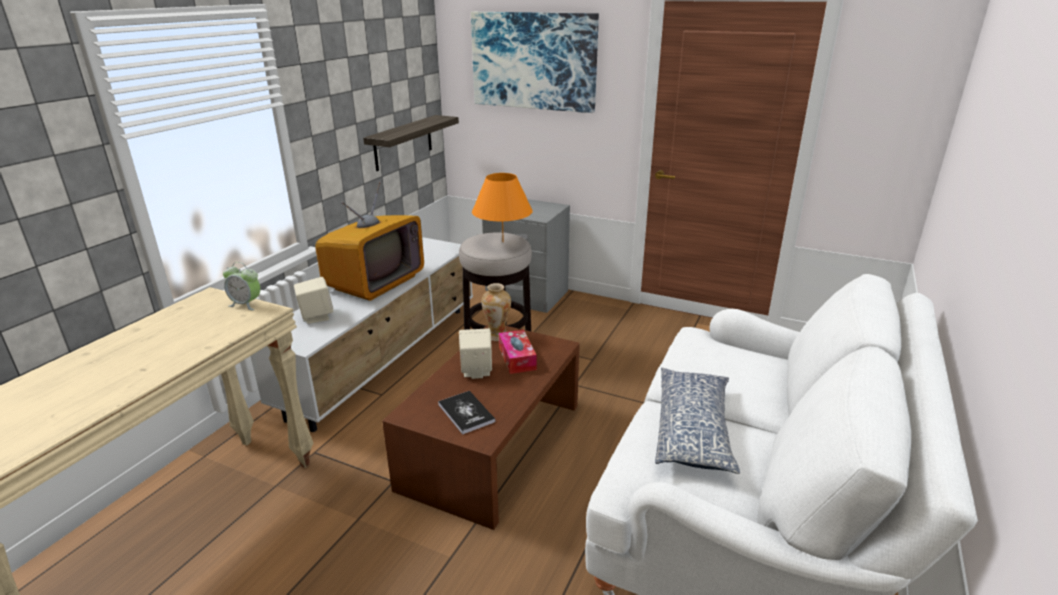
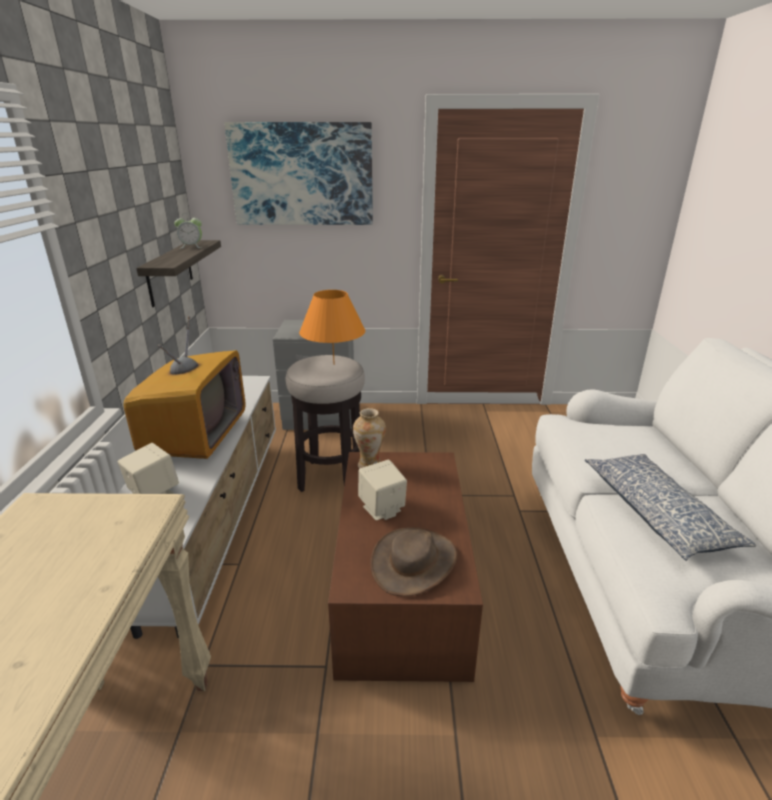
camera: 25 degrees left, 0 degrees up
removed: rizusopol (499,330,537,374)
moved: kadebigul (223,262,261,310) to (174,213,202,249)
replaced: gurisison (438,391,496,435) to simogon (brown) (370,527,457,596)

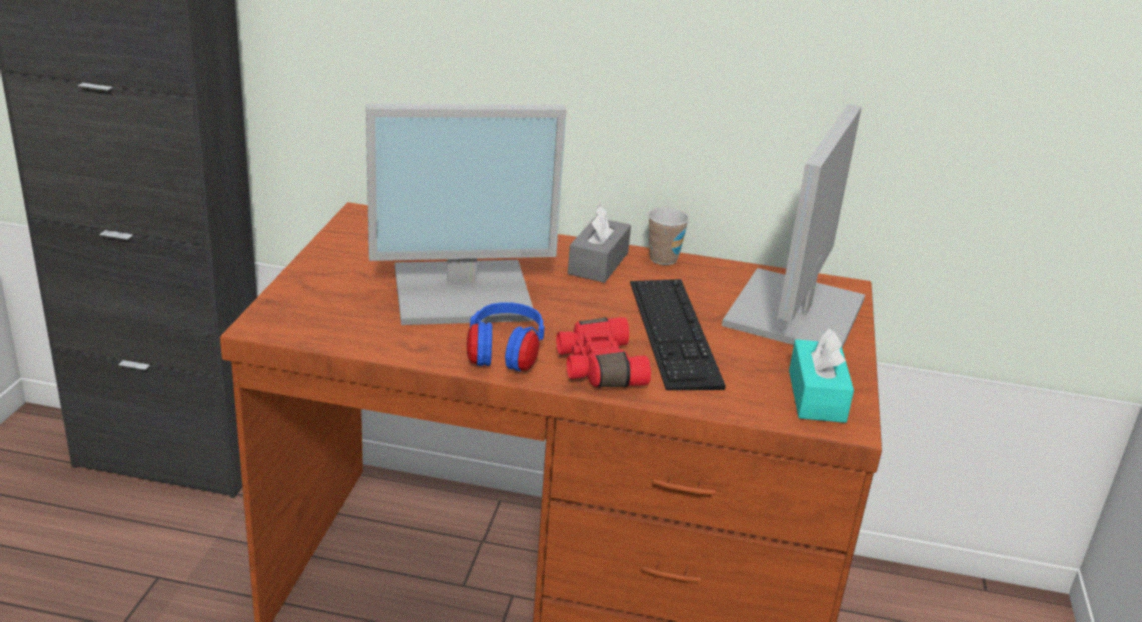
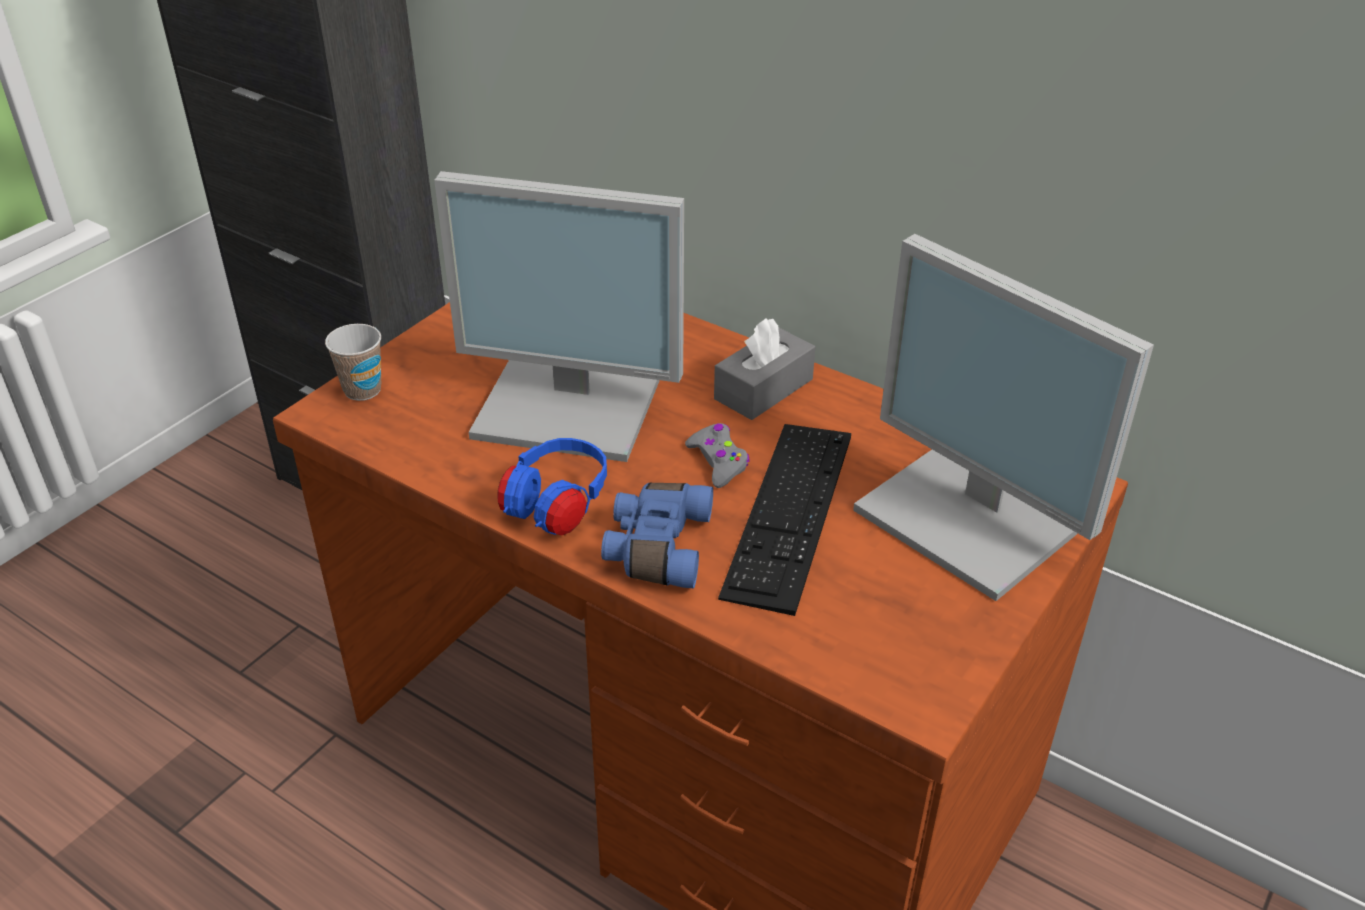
camera: 25 degrees right, 10 degrees up
removed: rizusopol (turquoise) (789,328,854,423)
added: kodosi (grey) (685,423,750,488)
moved: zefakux (648,207,690,265) to (325,324,381,401)
recoloured: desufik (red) (556,317,651,387) to desufik (blue) (601,483,713,588)
turned: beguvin (722,105,865,348) = (853,234,1154,601) 90 degrees counterclockwise

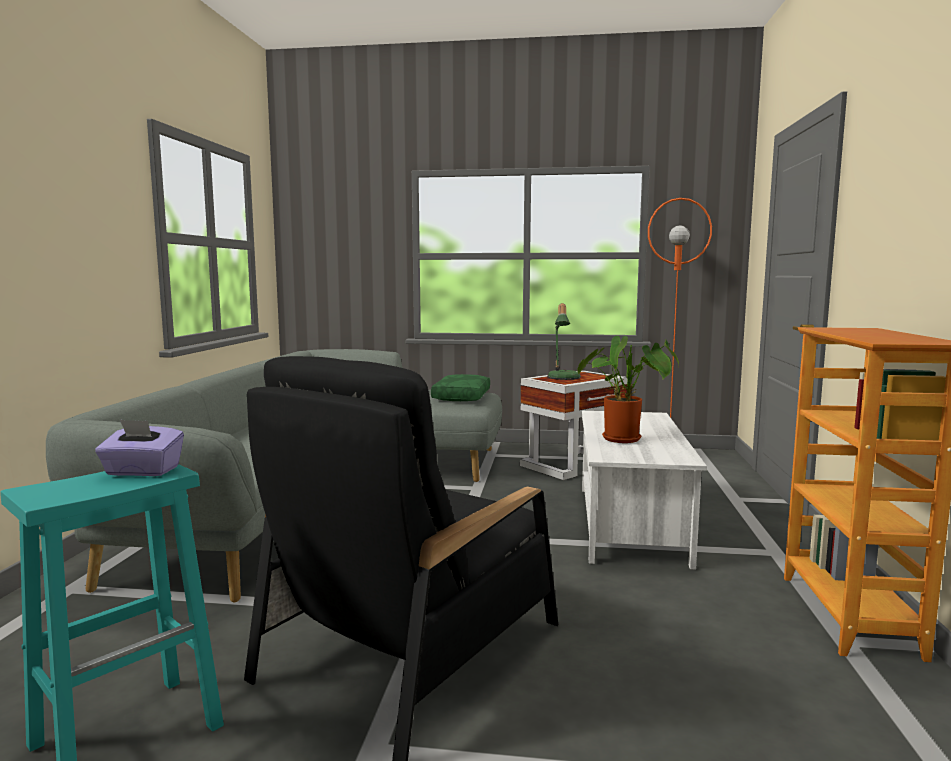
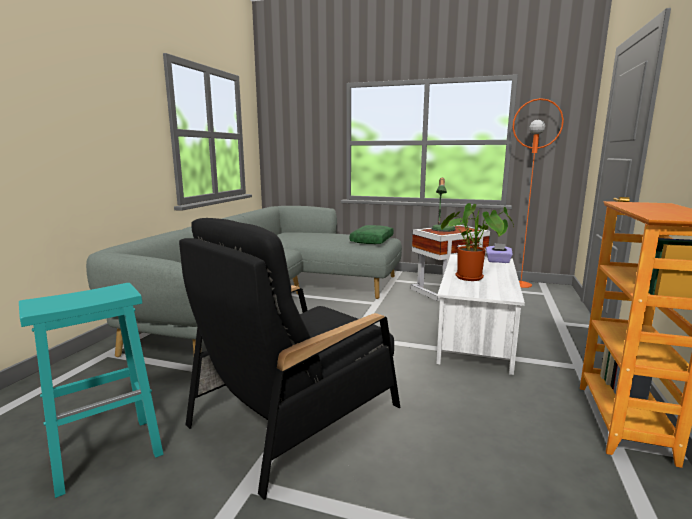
camera: 10 degrees right, 5 degrees up
moved: rizusopol (purple) (95,420,184,476) to (486,243,513,263)

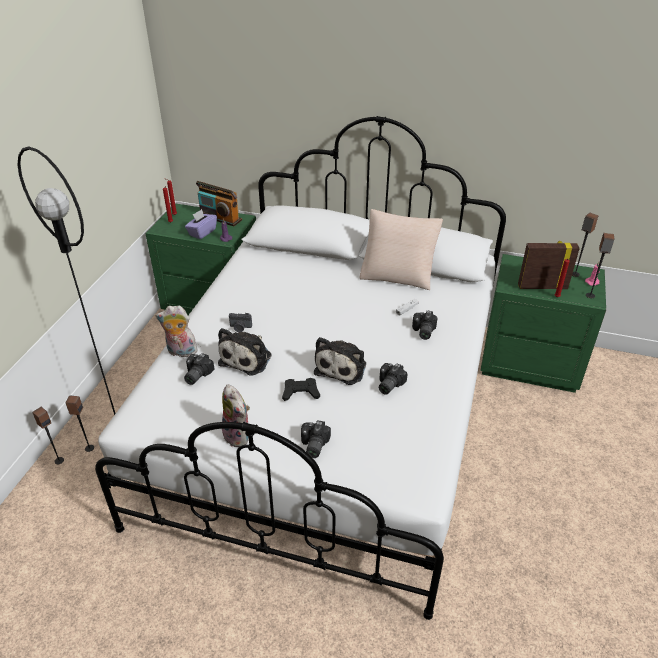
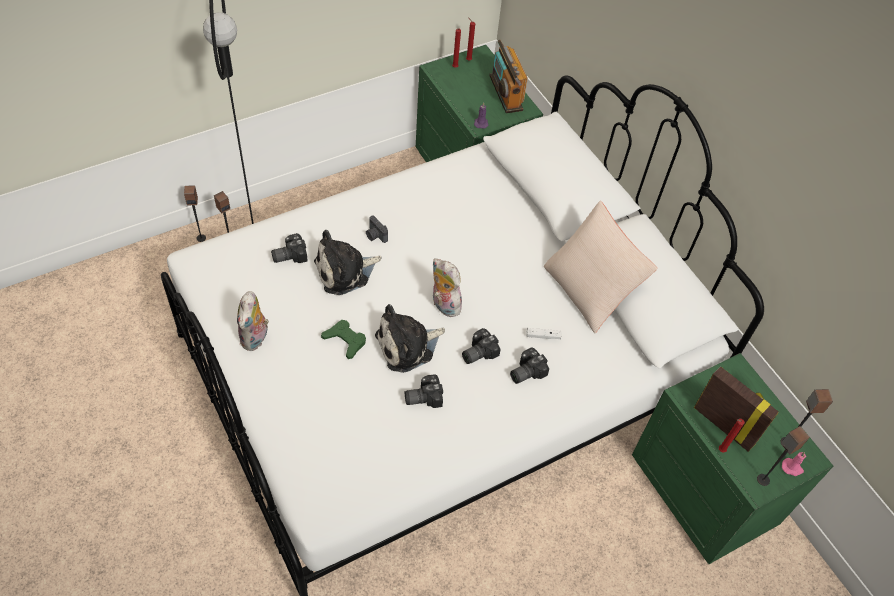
camera: 40 degrees right, 15 degrees up
removed: rizusopol (purple) (185,209,217,239)
moved: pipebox (156,306,199,357) to (433,258,465,317); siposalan (301,420,331,458) to (462,328,501,364)
recoloured: kodosi (black) (282,378,320,401) to kodosi (green) (321,320,366,359)

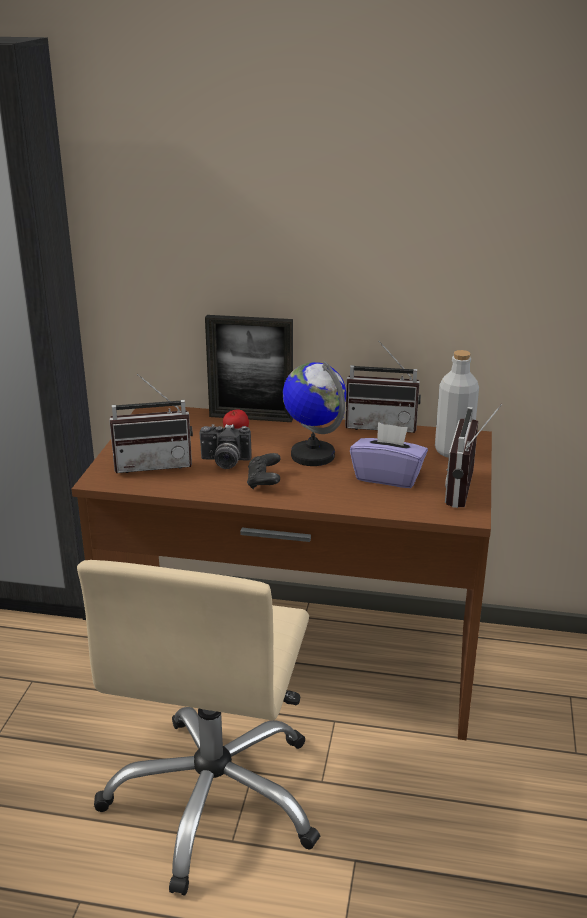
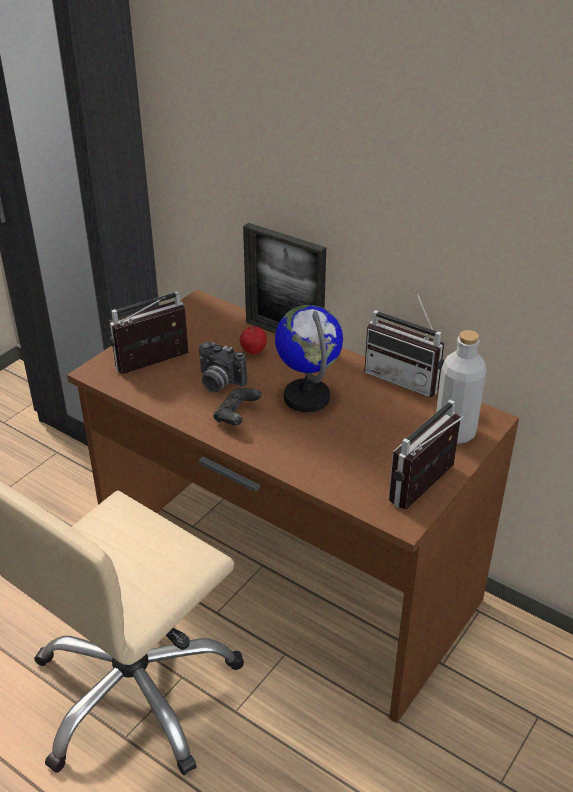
camera: 25 degrees right, 10 degrees up
removed: rizusopol (purple) (350,422,428,488)
turned: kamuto (109,374,193,473) = (109,291,189,374) 135 degrees clockwise

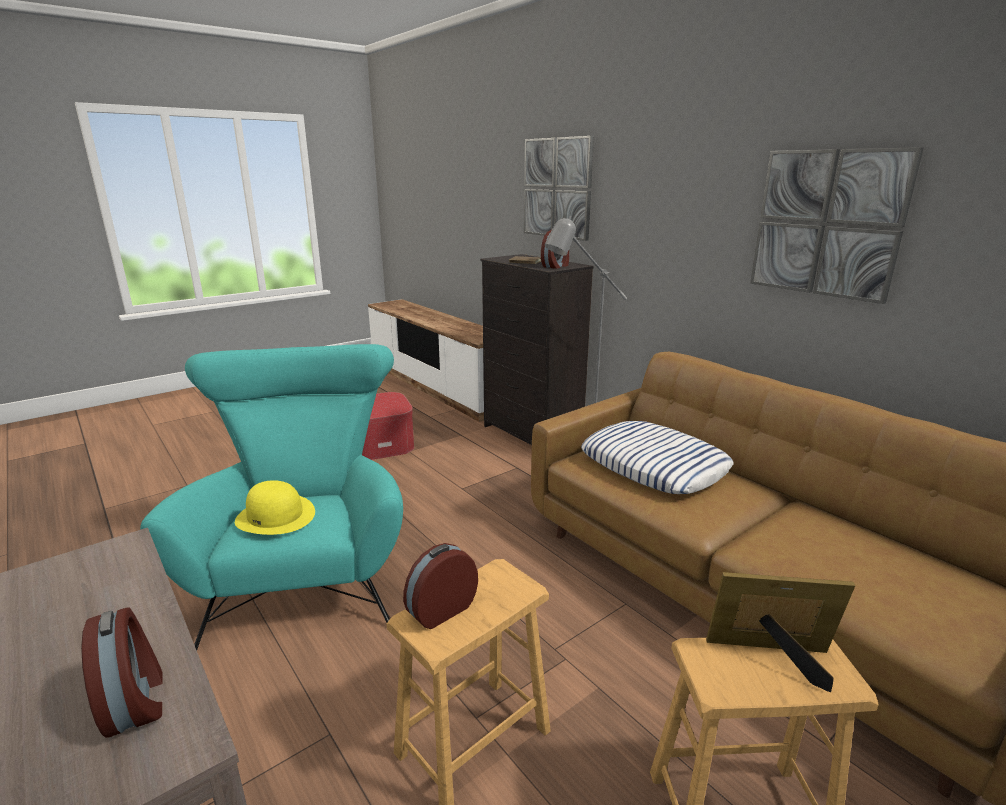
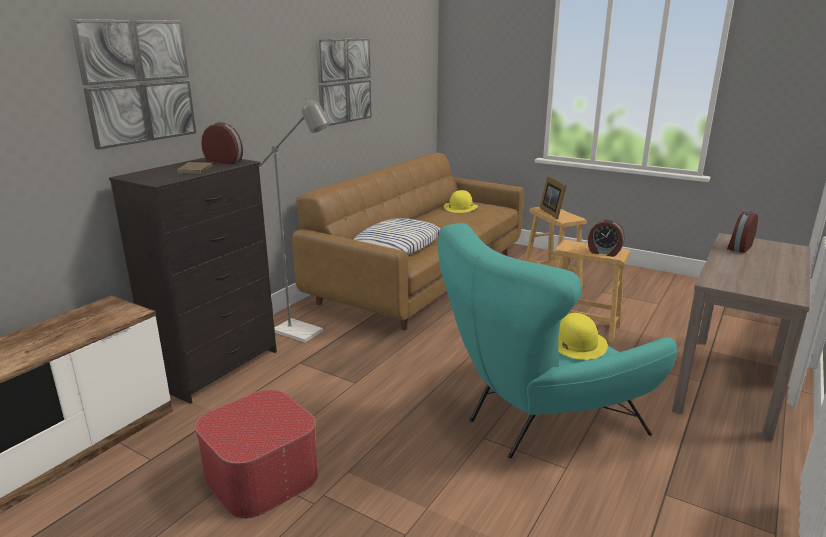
camera: 110 degrees left, 0 degrees up
added: simogon (yellow) (444,190,478,213)

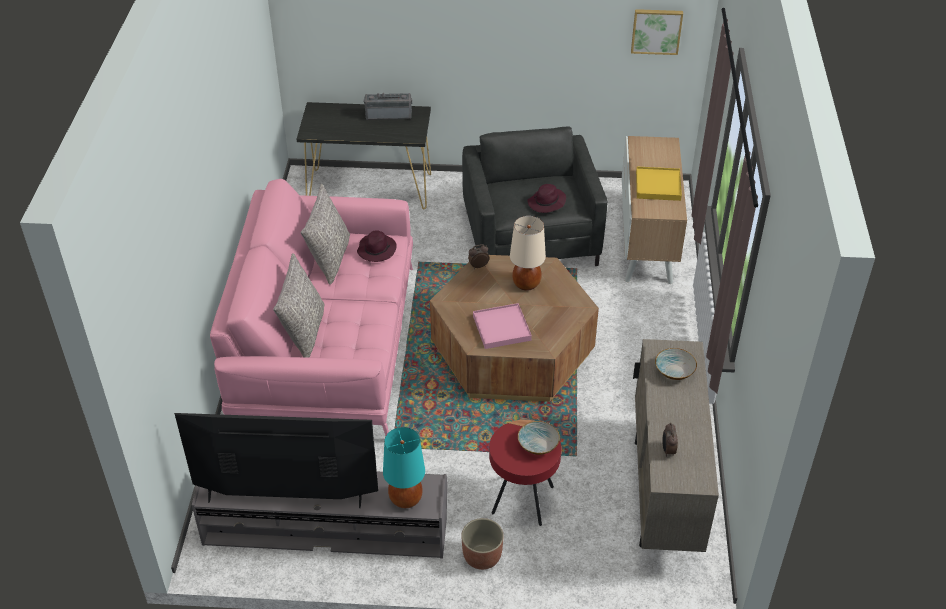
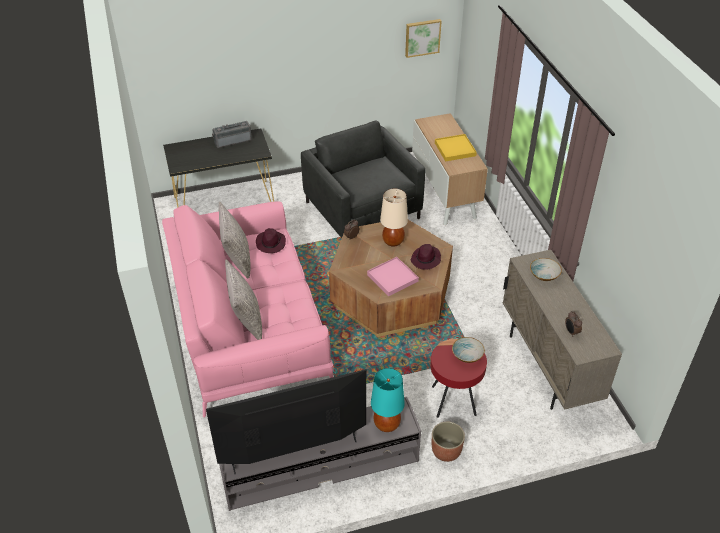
camera: 20 degrees left, 0 degrees up
moved: simogon (purple) (527,184,566,213) to (411,244,441,270)

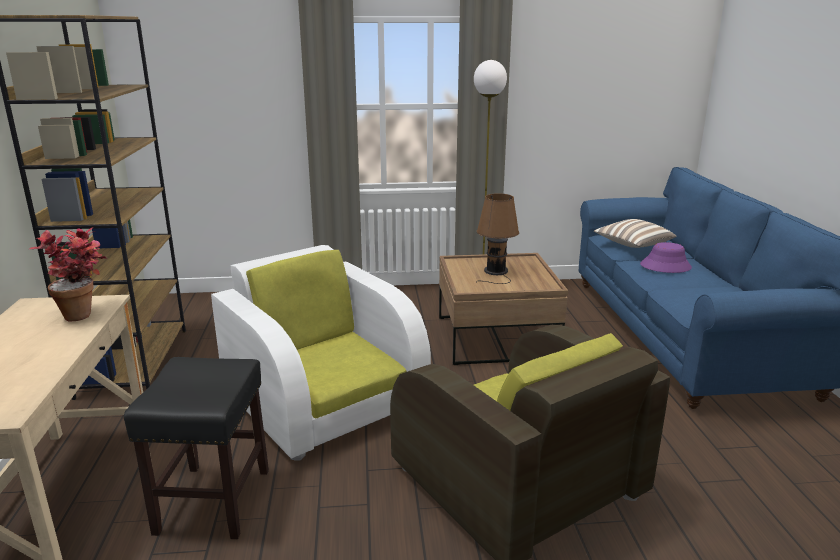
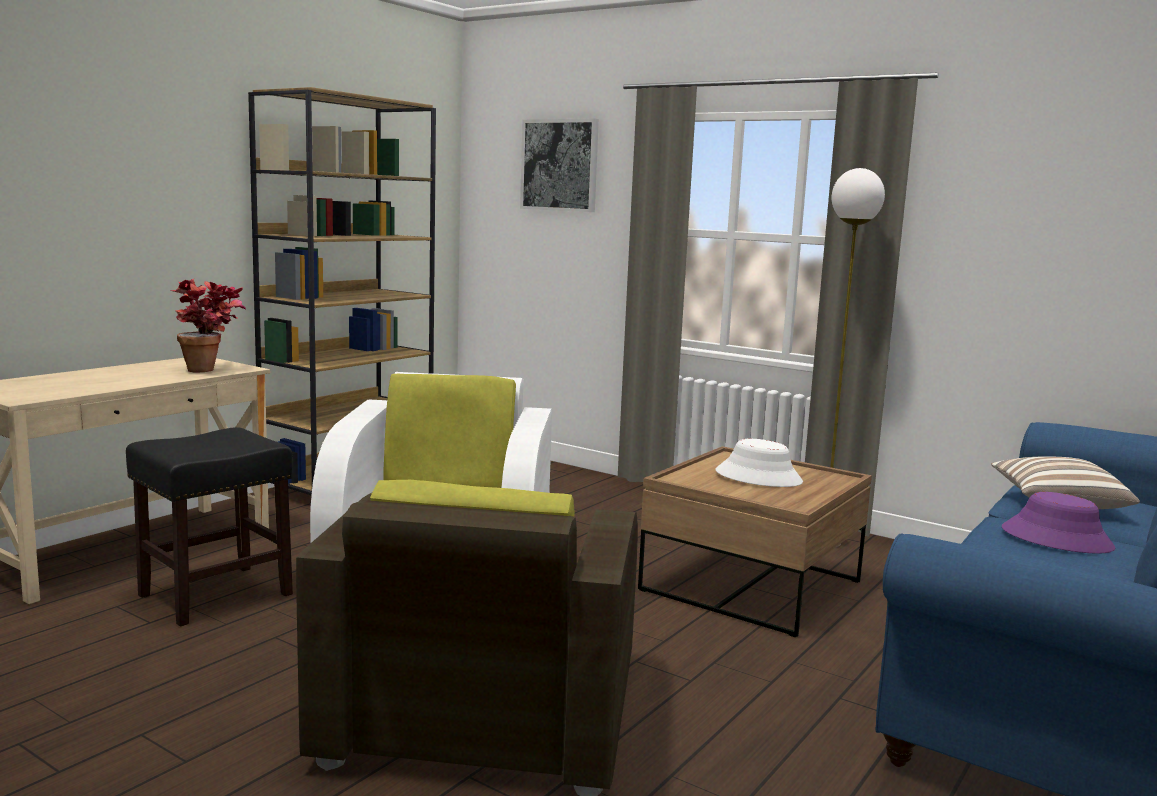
camera: 40 degrees right, 10 degrees down
added: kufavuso (520,119,599,212)
replaced: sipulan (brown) (476,193,519,284) to simogon (white) (716,439,803,487)

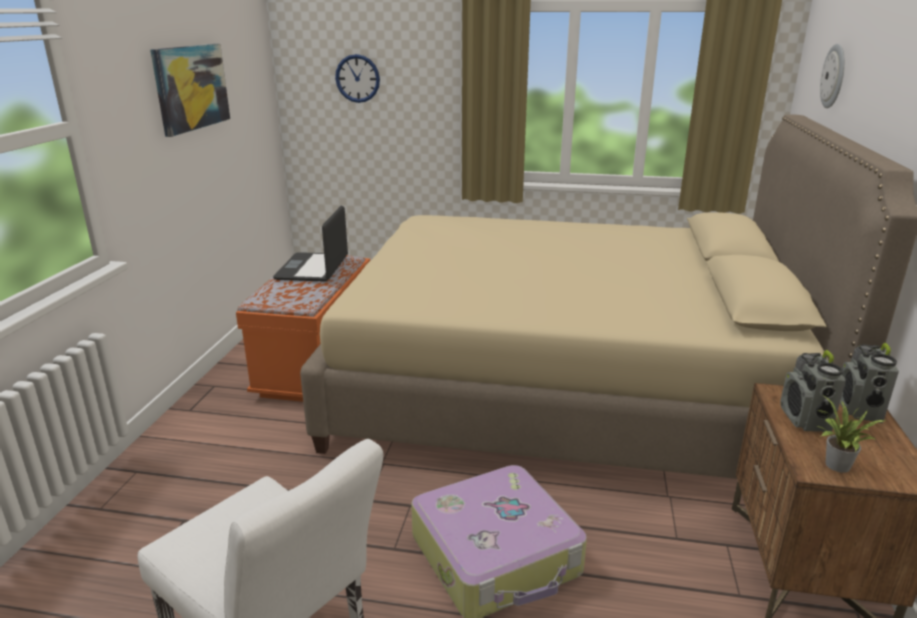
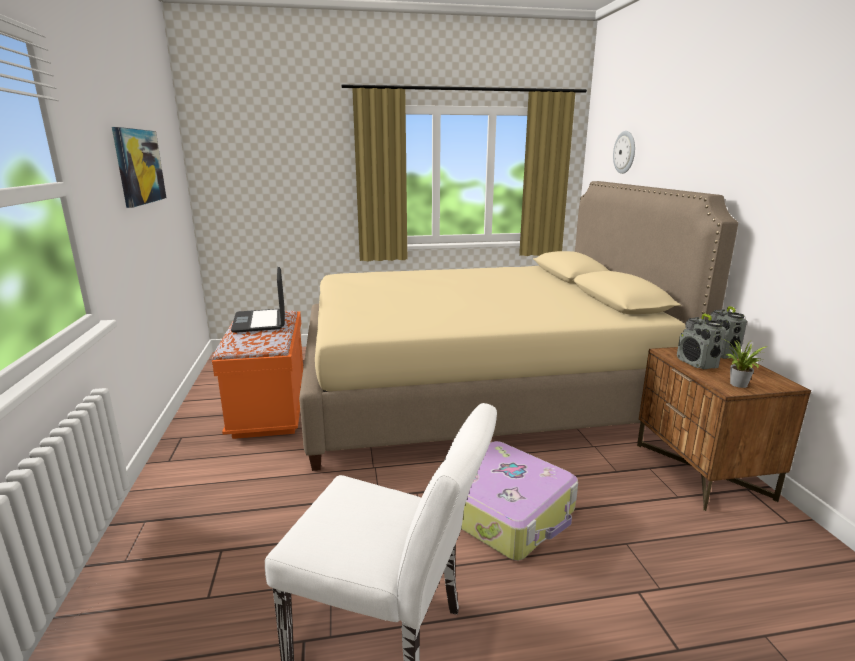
camera: 20 degrees left, 5 degrees down
removed: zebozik (335,54,380,103)

